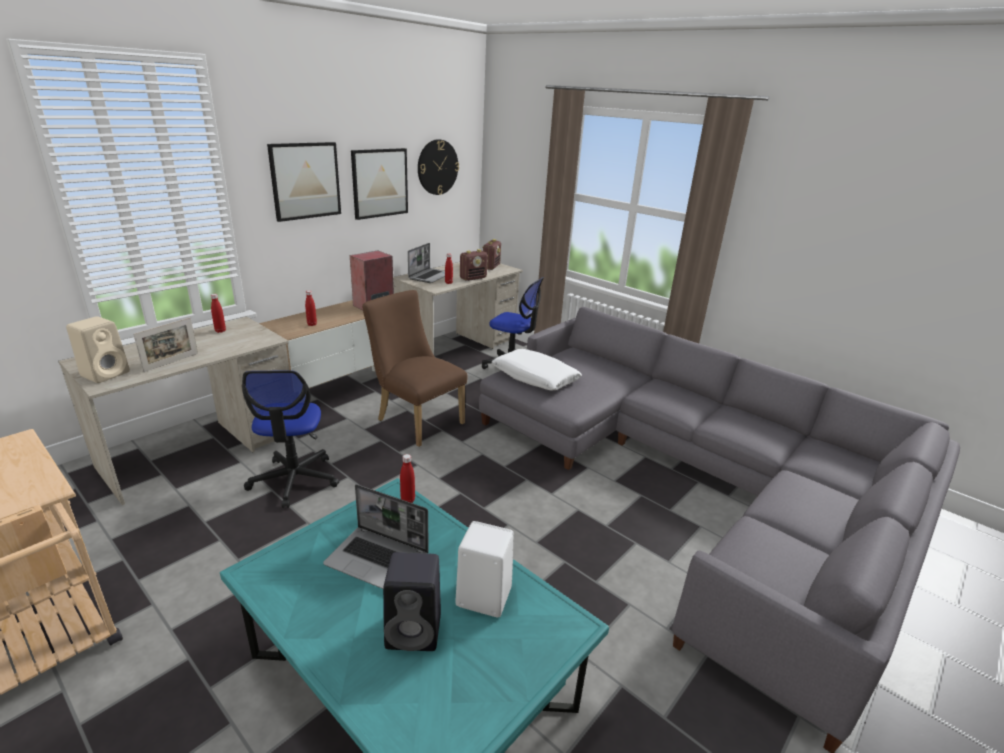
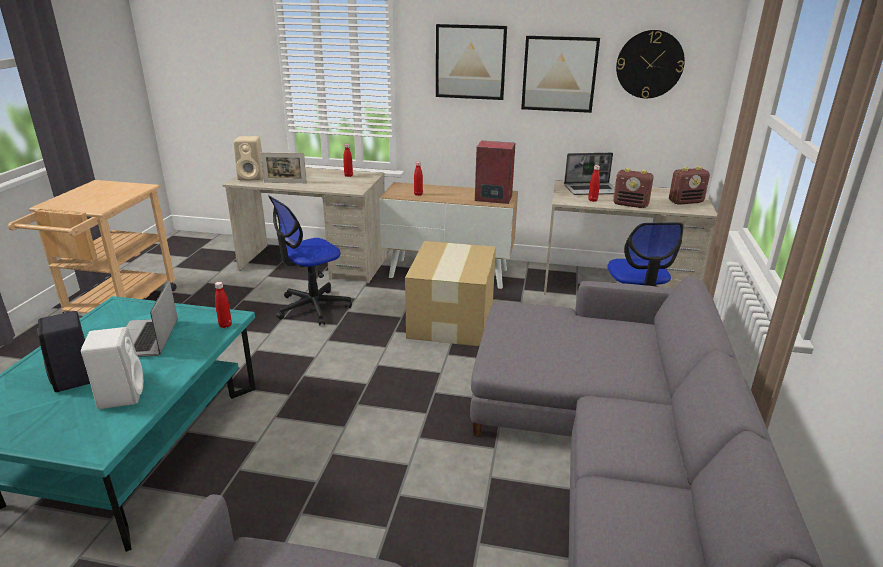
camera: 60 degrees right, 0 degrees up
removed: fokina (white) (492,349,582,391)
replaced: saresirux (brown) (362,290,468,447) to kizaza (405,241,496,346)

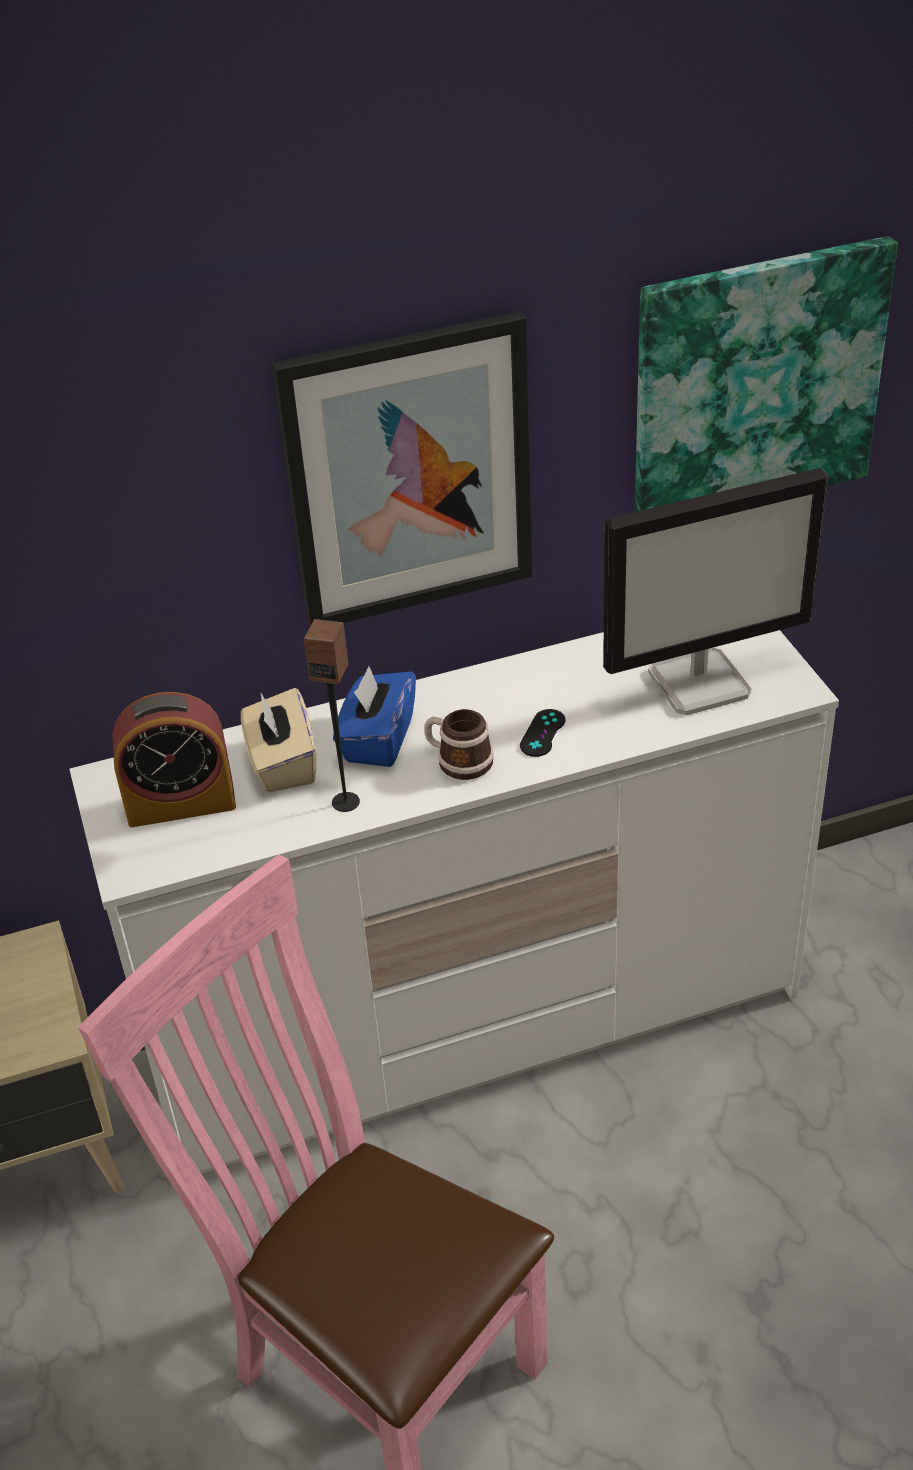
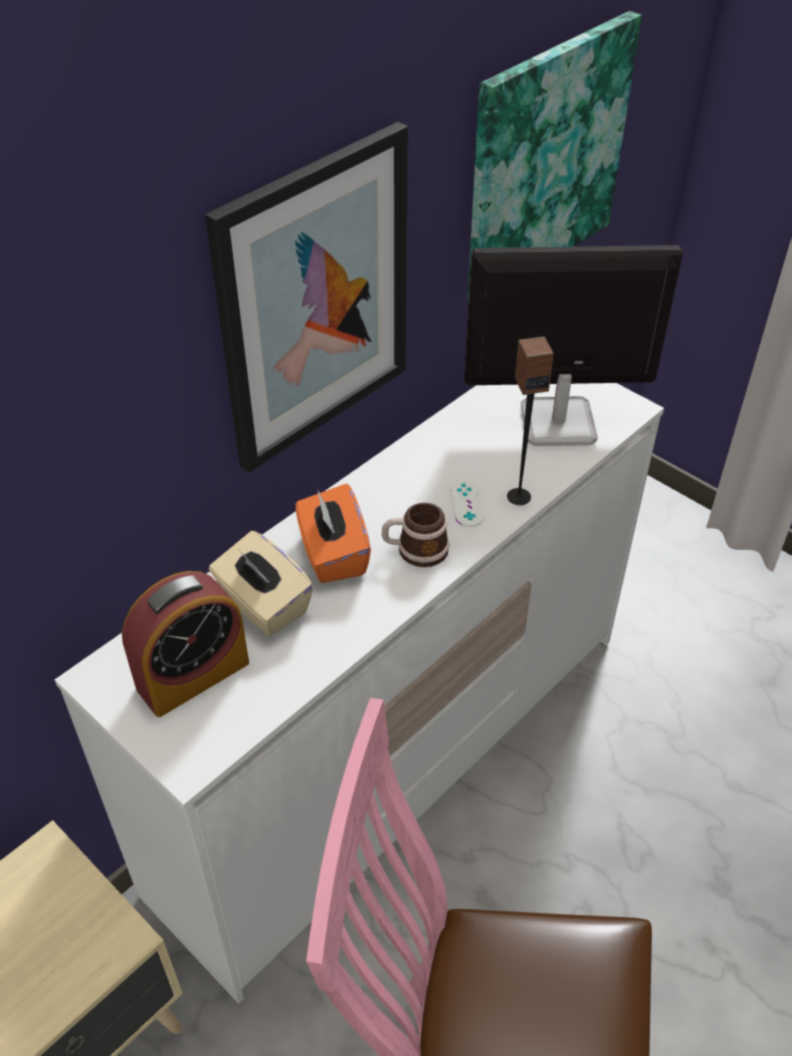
camera: 30 degrees left, 5 degrees up
moved: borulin (304,619,360,812) to (507,336,554,505)
recoloured: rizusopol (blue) (333,666,416,767) to rizusopol (orange) (295,484,371,583); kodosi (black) (520,709,565,757) to kodosi (white) (450,480,484,527)
turned: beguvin (603,468,828,715) = (464,245,683,446) 135 degrees counterclockwise

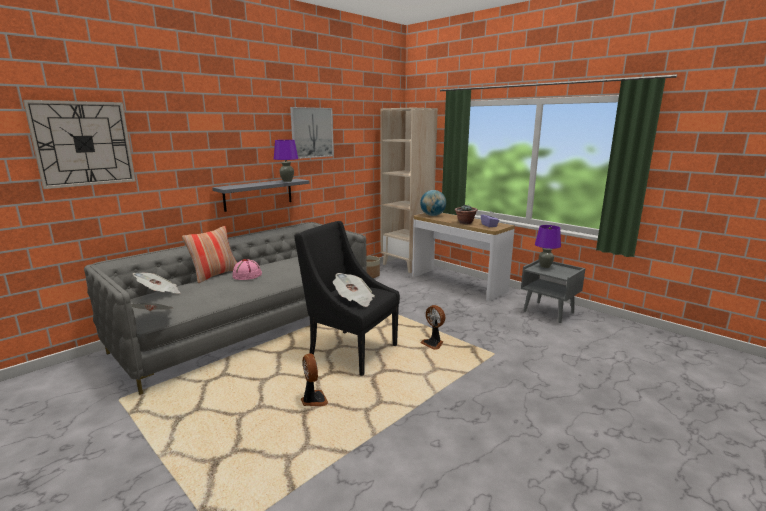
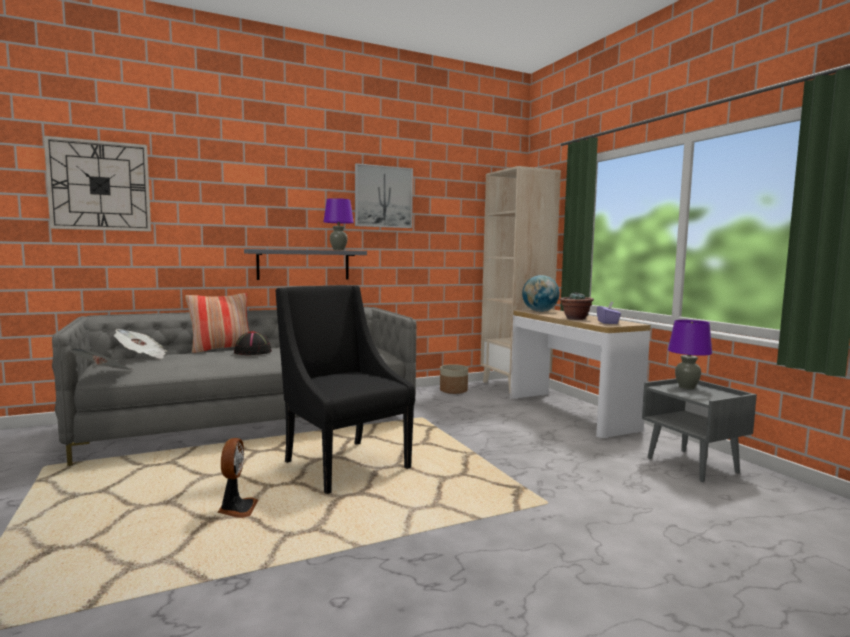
camera: 20 degrees right, 10 degrees down
removed: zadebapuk (333,273,375,307); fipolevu (420,305,445,350)
recoloured: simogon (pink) (232,259,262,280) to simogon (black) (234,331,272,355)

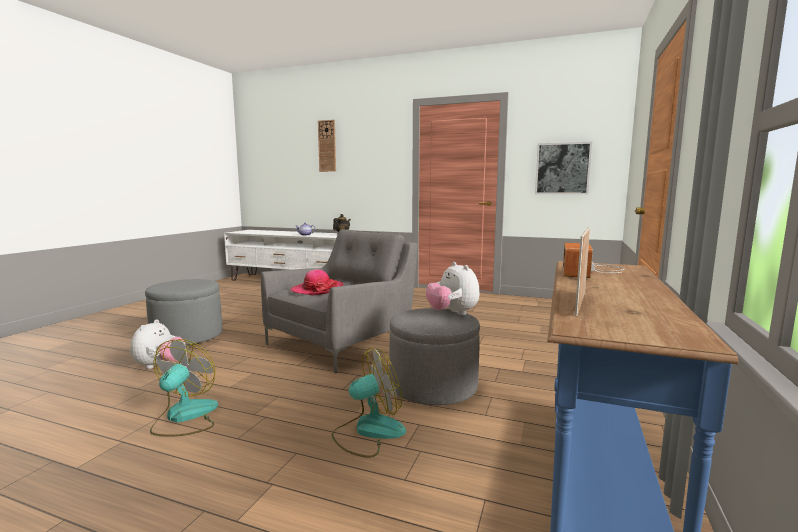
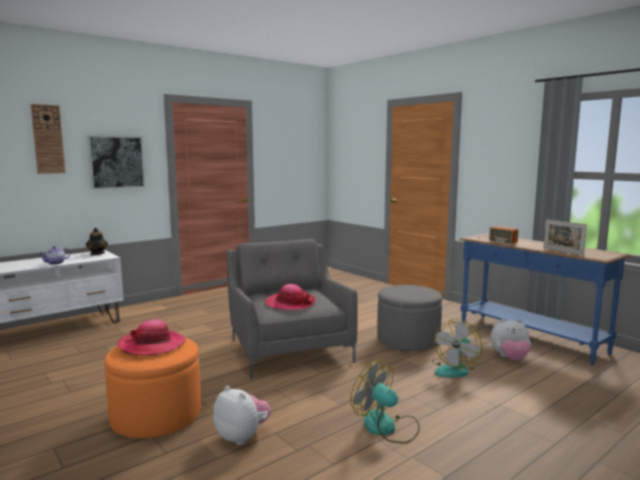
camera: 60 degrees left, 0 degrees up
added: simogon (118,320,186,356)
moved: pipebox (426,262,480,315) to (491,319,531,360); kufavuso (535,142,592,194) to (87,135,146,190)
recoloured: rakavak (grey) (145,279,222,345) to rakavak (orange) (104,338,201,438)
turned: fipolevu (332,347,406,458) = (432,319,482,377) 150 degrees counterclockwise

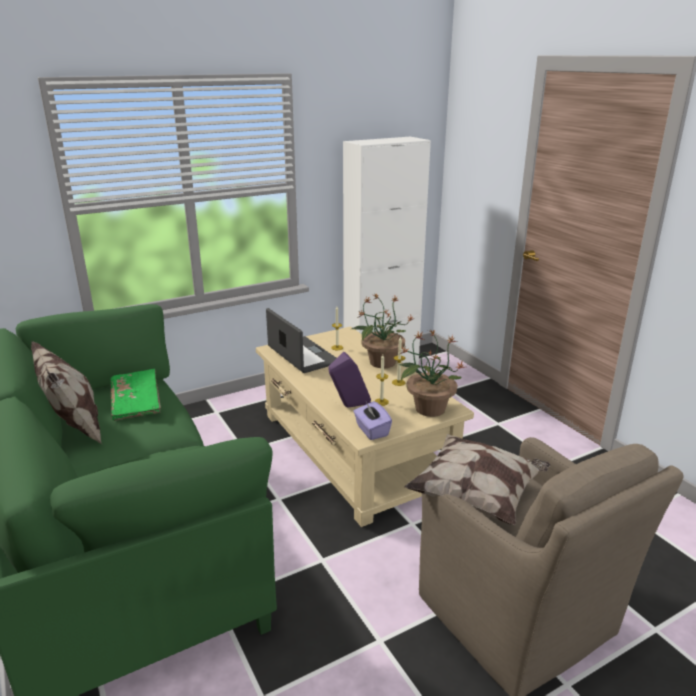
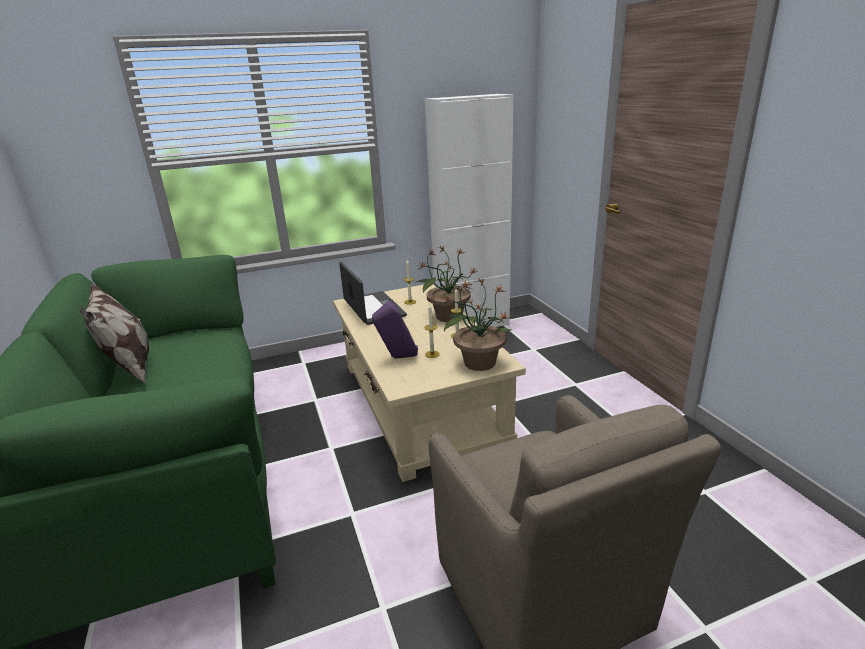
camera: 10 degrees right, 0 degrees up
removed: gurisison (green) (110,369,161,421); rizusopol (purple) (353,401,392,440); fokina (404,434,551,525)

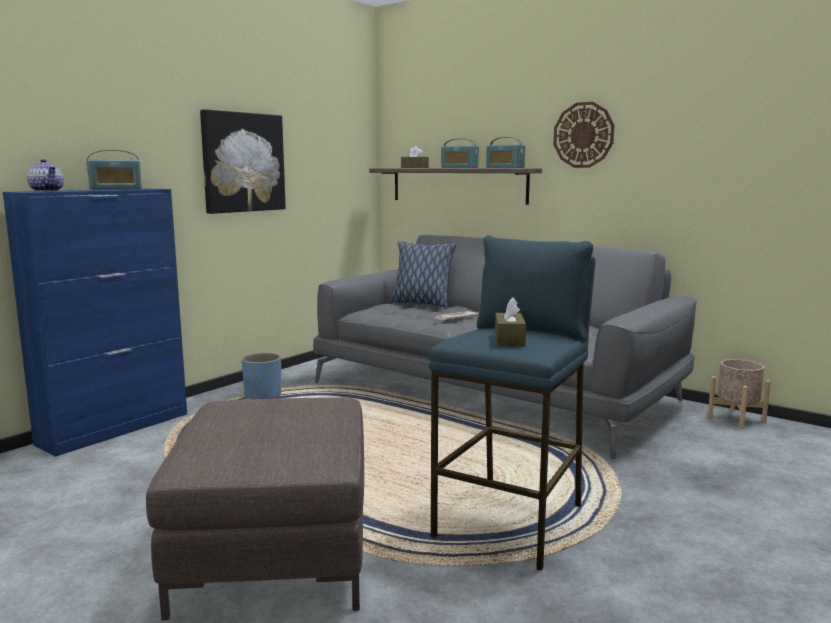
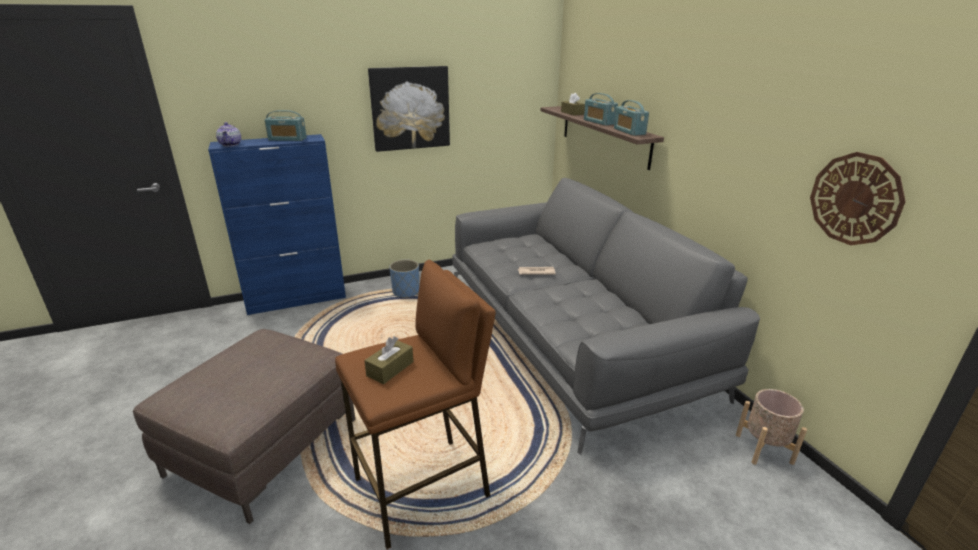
camera: 30 degrees right, 15 degrees up
removed: fokina (390,241,456,308)
moved: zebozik (553,102,614,168) to (810,152,906,245)
recoloured: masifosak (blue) (429,235,595,571) to masifosak (brown) (335,260,496,549)

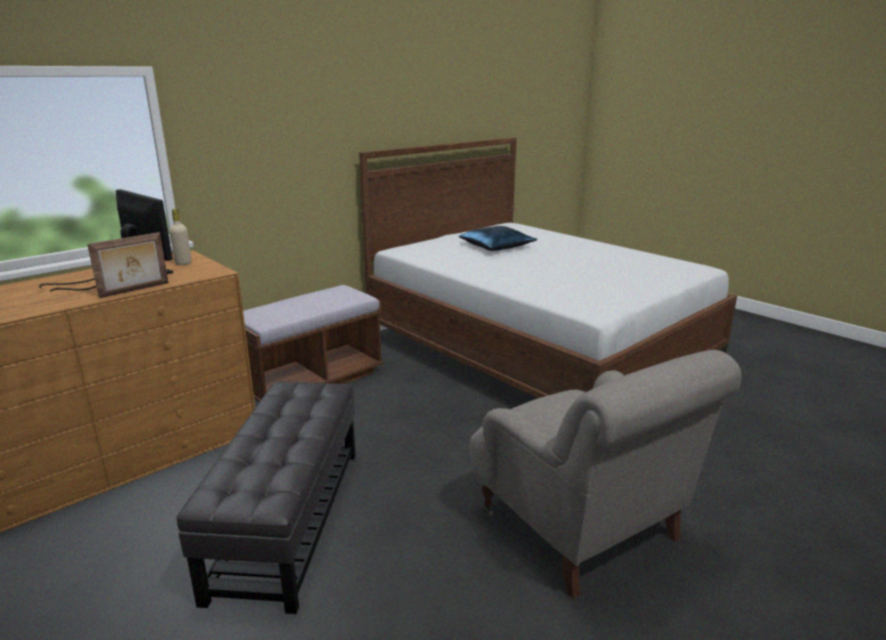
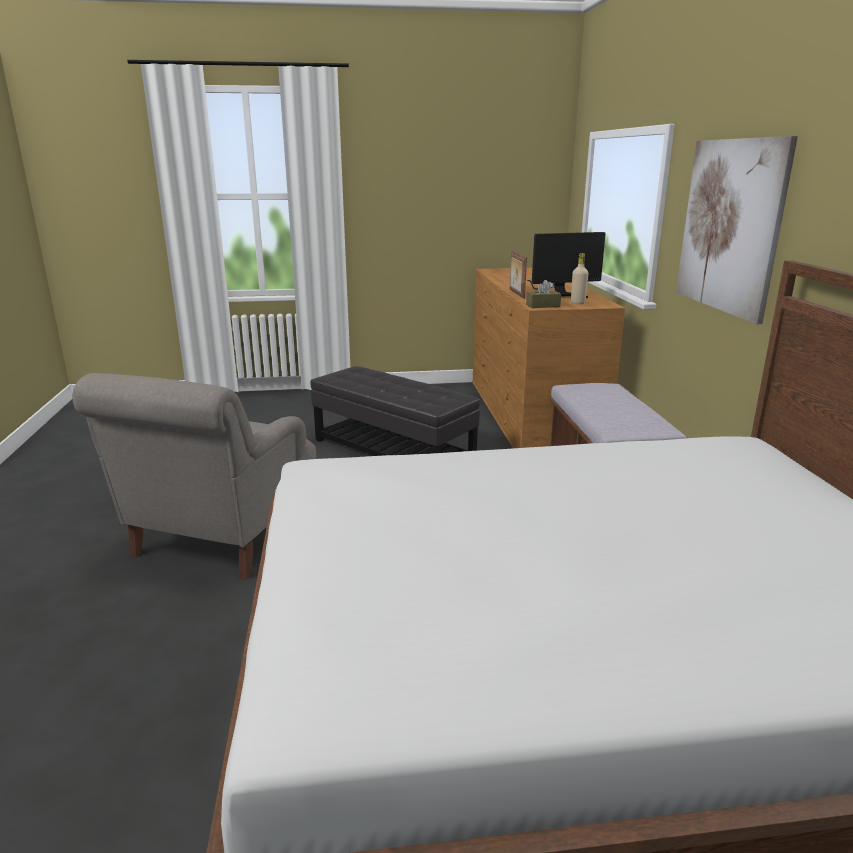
camera: 125 degrees right, 0 degrees up
removed: fokina (blue) (459,226,537,251)
added: rizusopol (brown) (526,280,561,308); kufavuso (676,136,798,324)
turned: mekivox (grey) (470,350,742,599) = (72,373,316,579) 75 degrees counterclockwise

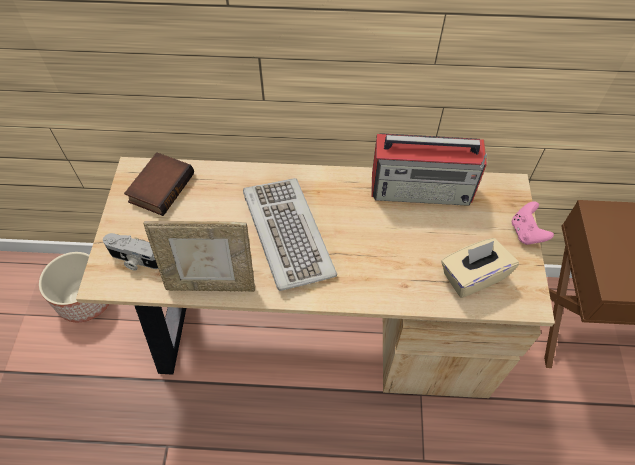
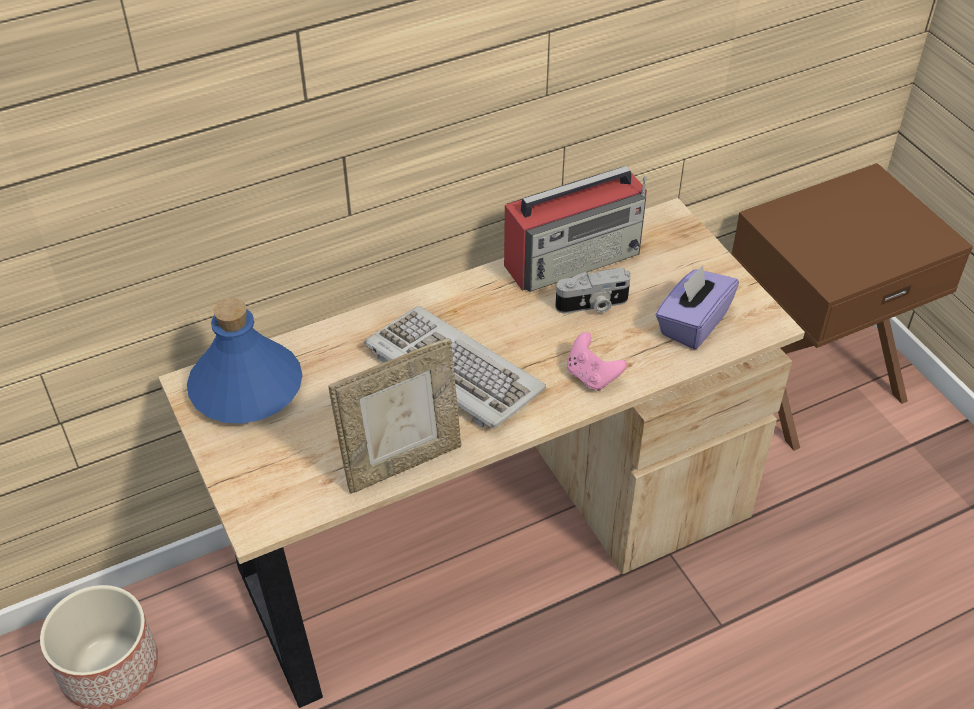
camera: 30 degrees left, 10 degrees down
moved: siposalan (103,233,158,271) to (555,268,630,313); kodosi (pink) (512,201,554,245) to (567,332,627,391)
replaced: gurisison (124,152,194,216) to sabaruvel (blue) (187,298,303,423)
recoloured: rizusopol (beige) (441,238,519,298) to rizusopol (purple) (656,265,739,350)

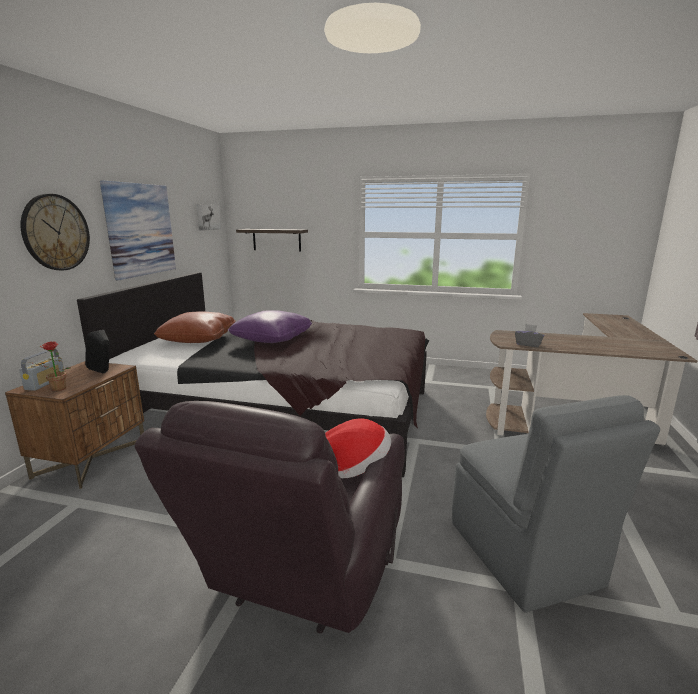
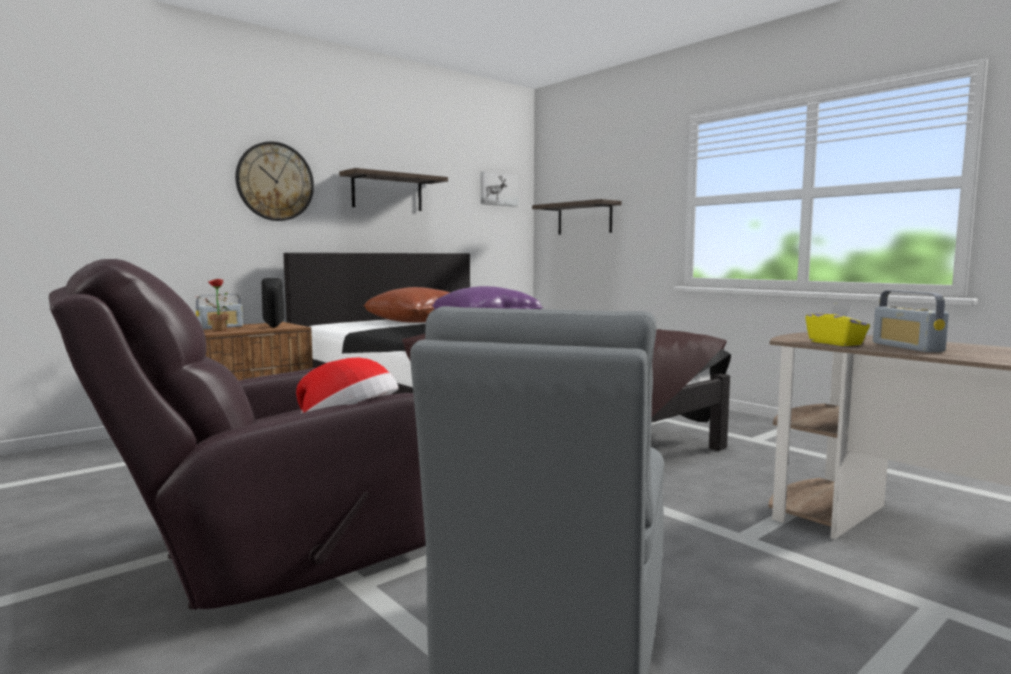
camera: 35 degrees right, 10 degrees down
added: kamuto (873,290,949,352)
replaced: kufavuso (100,180,176,280) to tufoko (339,168,448,211)
recoloured: rizusopol (grey) (515,324,544,347) to rizusopol (yellow) (805,303,870,346)

